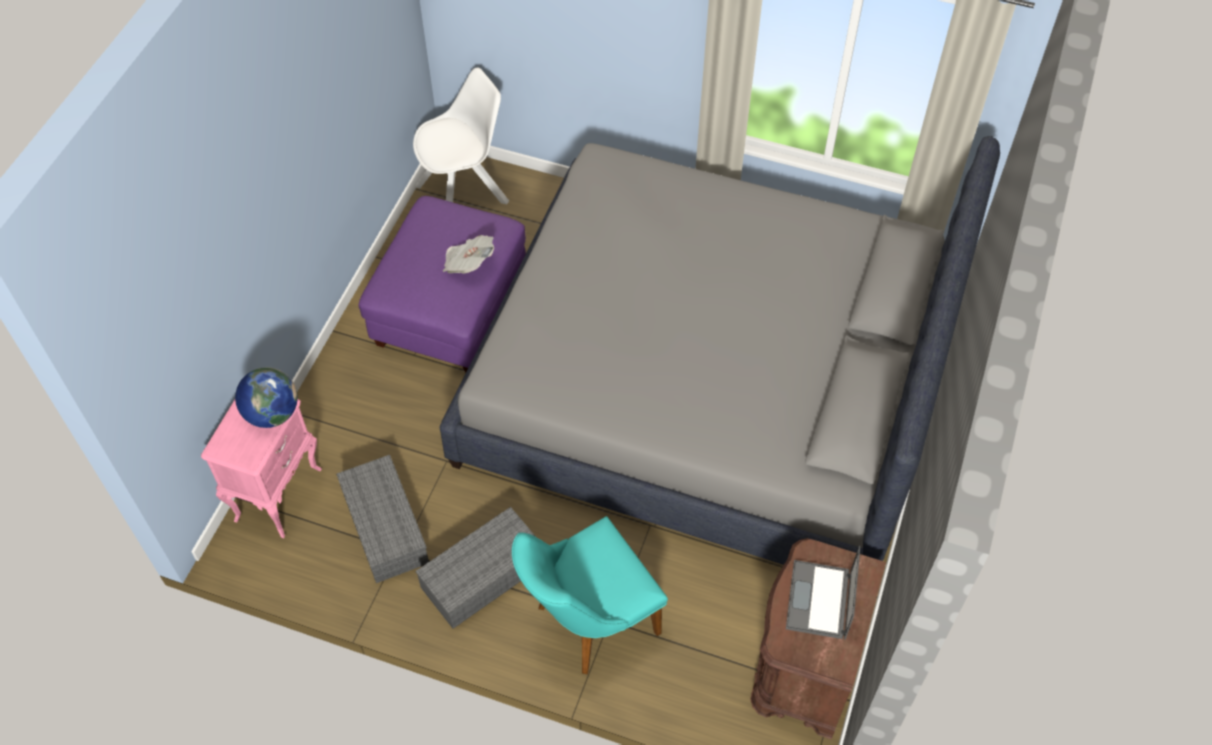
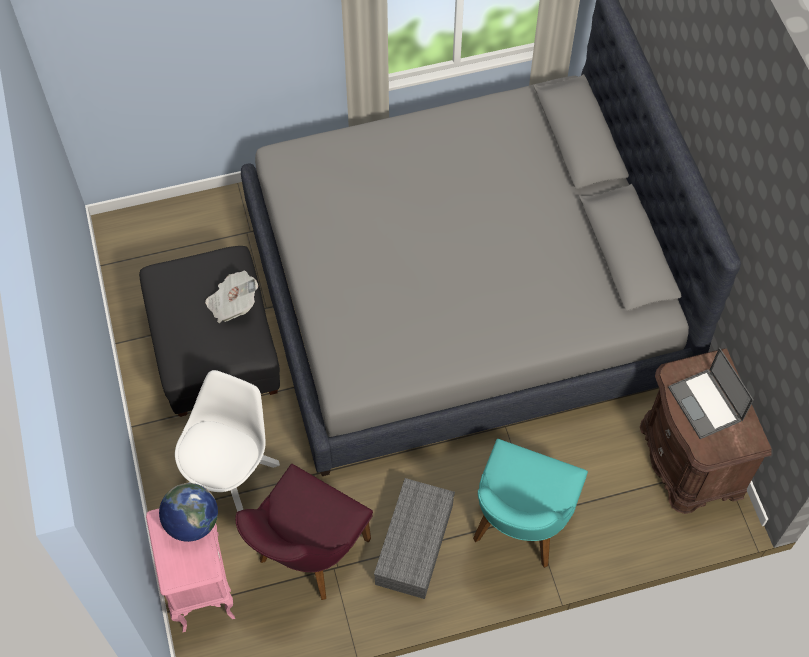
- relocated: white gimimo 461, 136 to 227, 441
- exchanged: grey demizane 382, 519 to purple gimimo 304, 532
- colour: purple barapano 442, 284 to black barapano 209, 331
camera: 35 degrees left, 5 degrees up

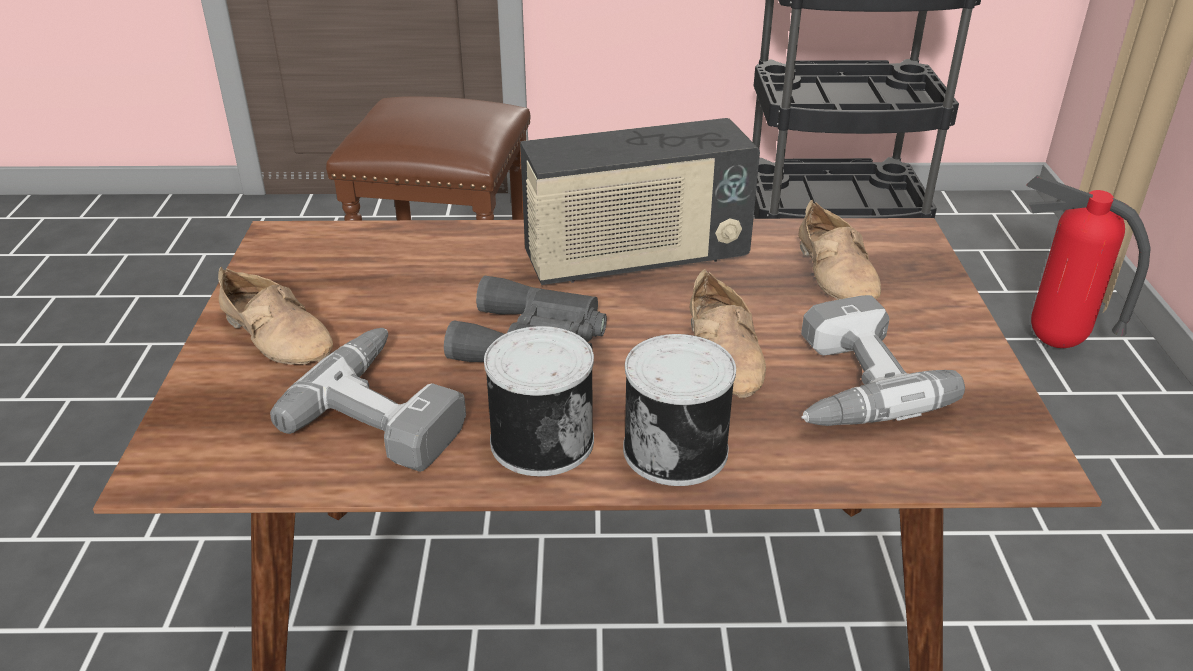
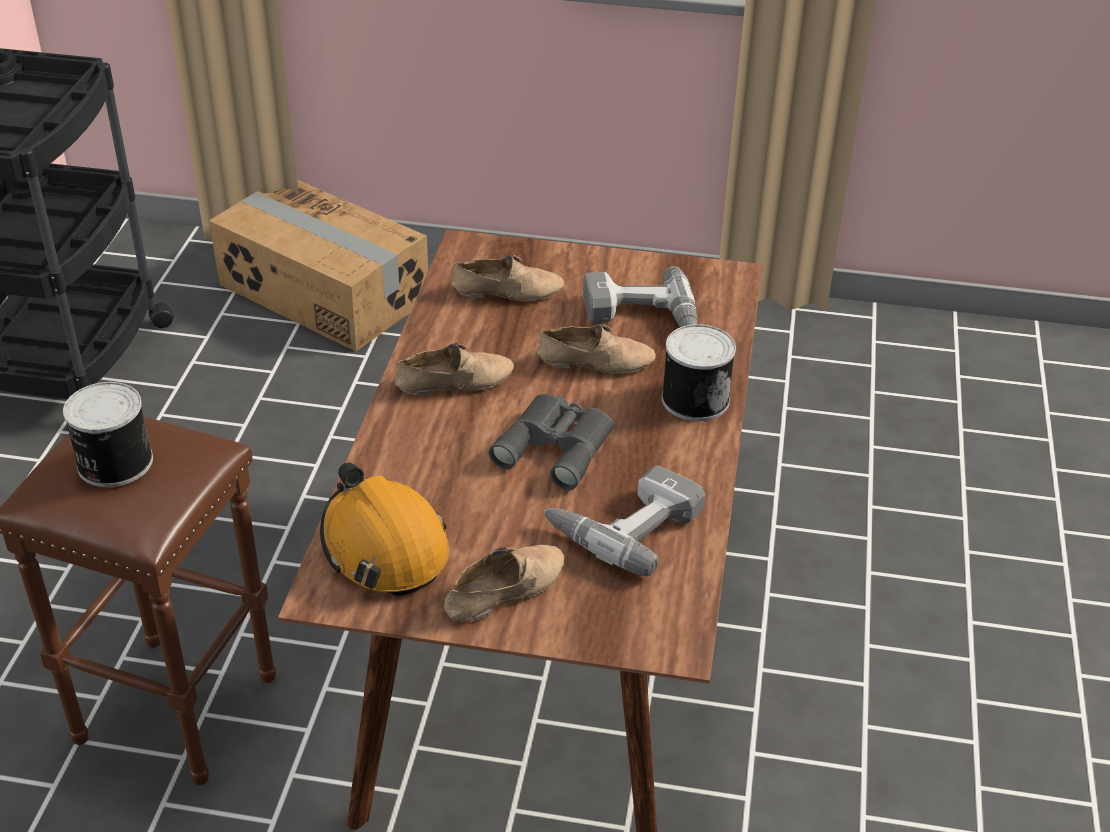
- appeared: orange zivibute 384, 529
- relocated: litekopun 539, 401 to 108, 434
- exchanged: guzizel 640, 201 to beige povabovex 454, 369
- exchanged: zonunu 1088, 261 to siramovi 318, 266
camera: 80 degrees left, 5 degrees up

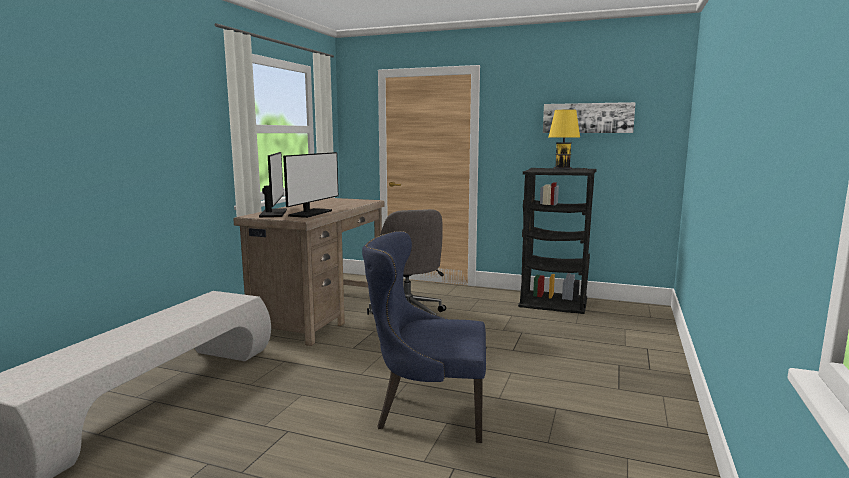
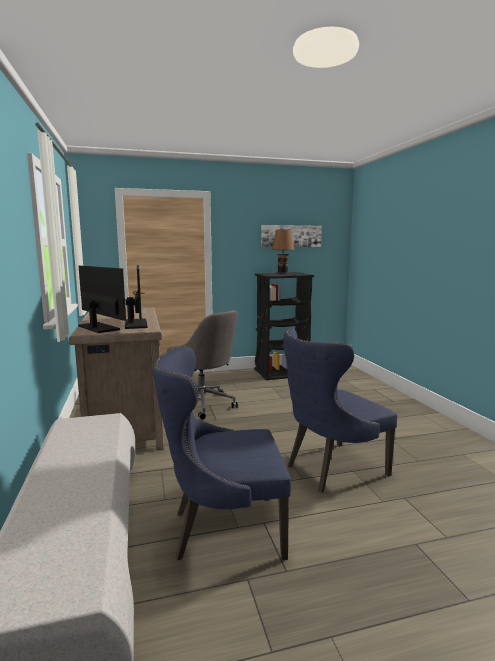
- appeared: blue gimimo 222, 453
- colour: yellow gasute 571, 140 to brown gasute 284, 251
camera: 35 degrees left, 0 degrees up

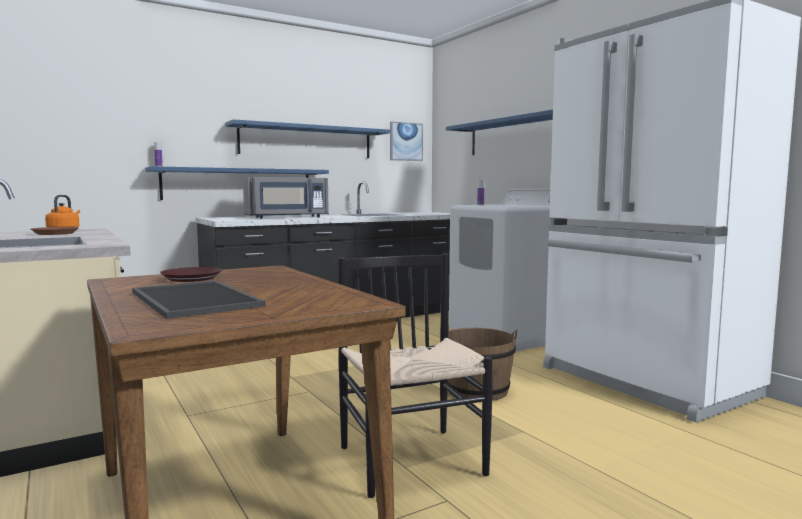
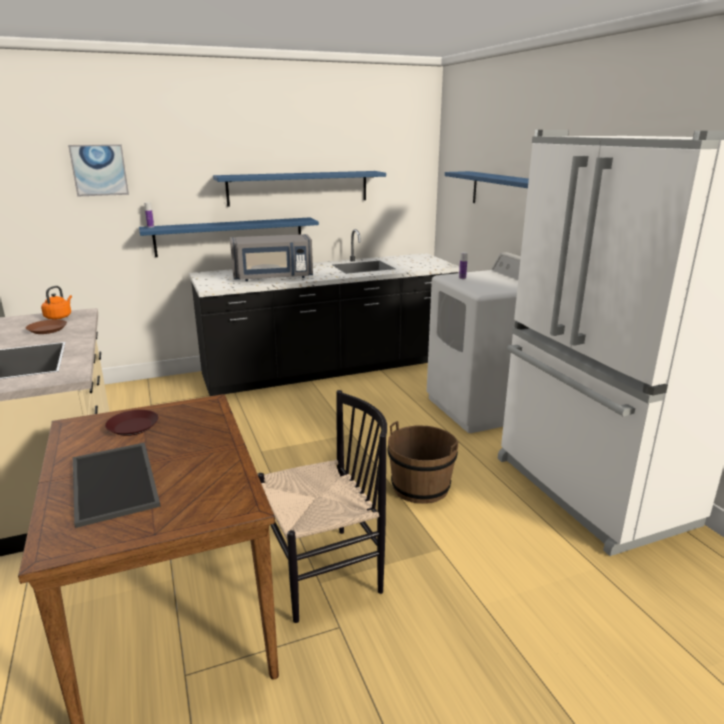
- relocated: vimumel 406, 141 to 98, 170
- spun: black gimimo 415, 375 = 322, 506 75 degrees clockwise
camera: 10 degrees right, 15 degrees up

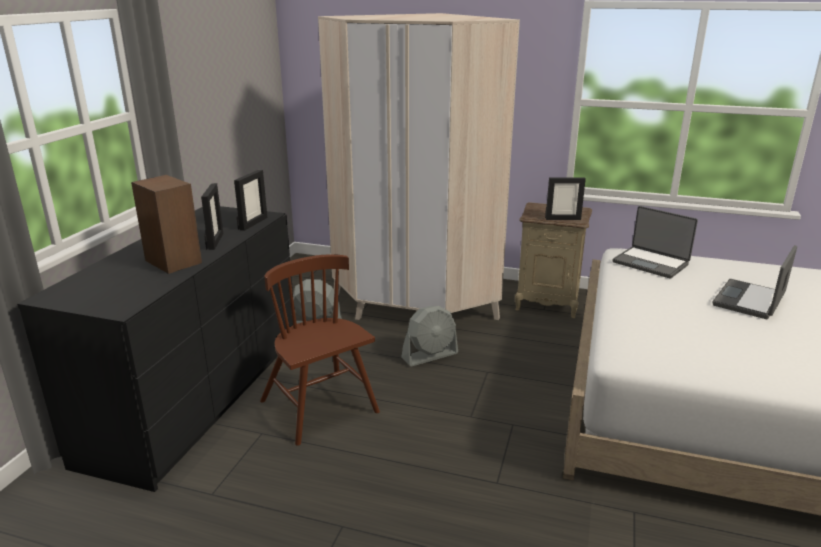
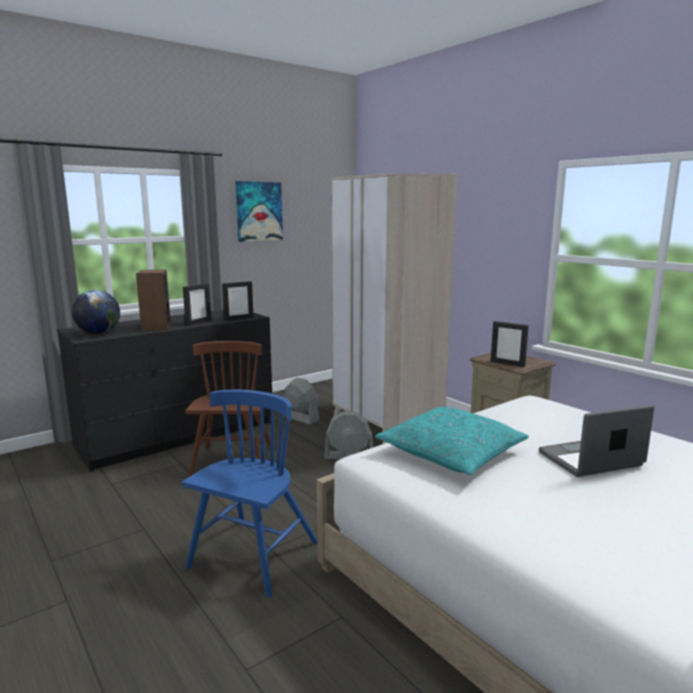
- missing: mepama 655, 242
- appeared: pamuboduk 96, 312
- appeared: blue gimimo 249, 493
- appeared: vimumel 259, 211
- appeared: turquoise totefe 452, 441
camera: 35 degrees right, 10 degrees down

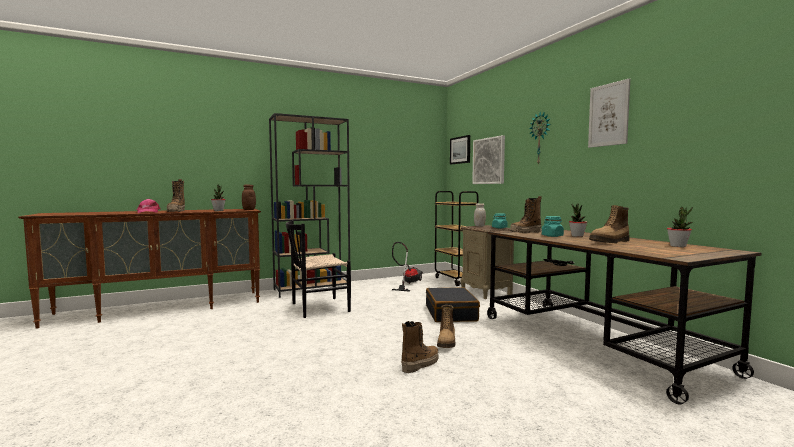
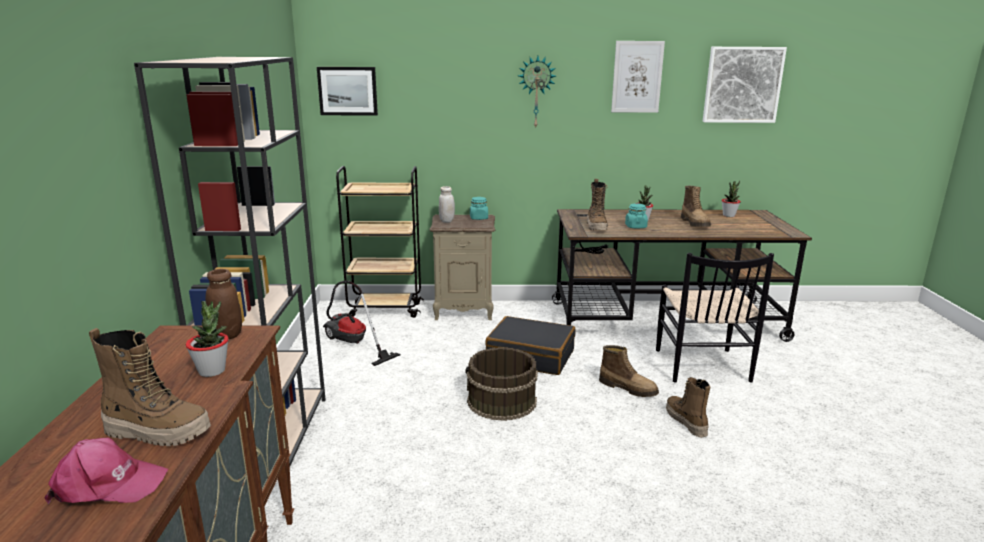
- appeared: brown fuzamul 502, 384
- relocated: black gimimo 318, 269 to 715, 317
- relocated: vimumel 488, 159 to 744, 85
camera: 65 degrees left, 15 degrees up

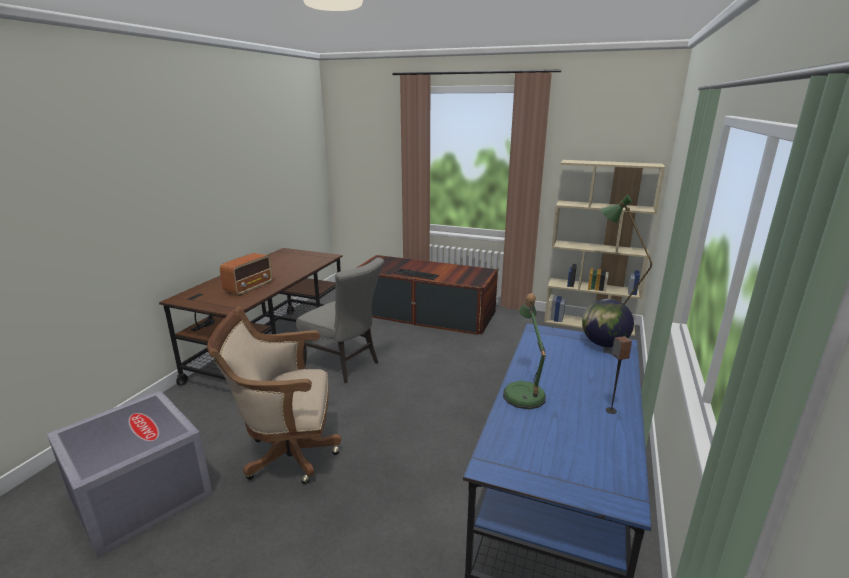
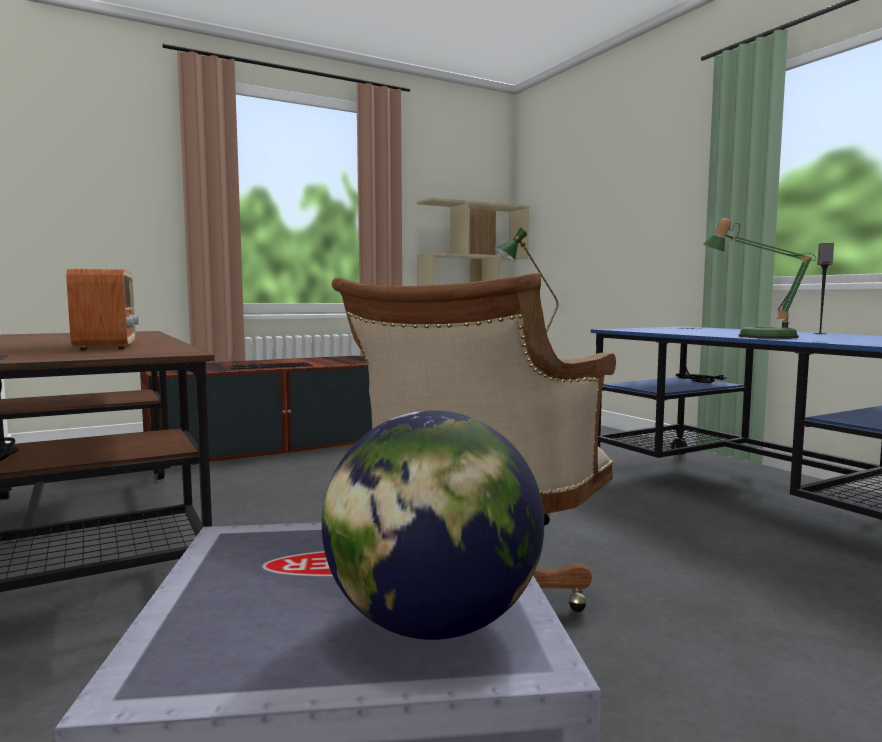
- missing: grey gimimo 340, 320
- relocated: pamuboduk 608, 323 to 433, 525
camera: 50 degrees left, 15 degrees down

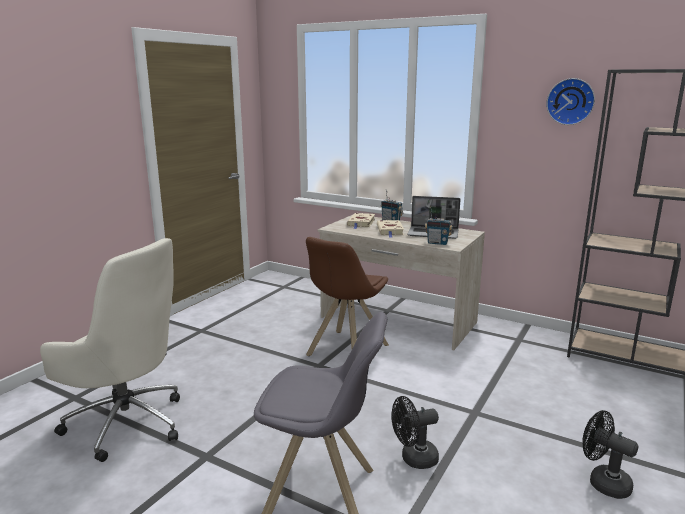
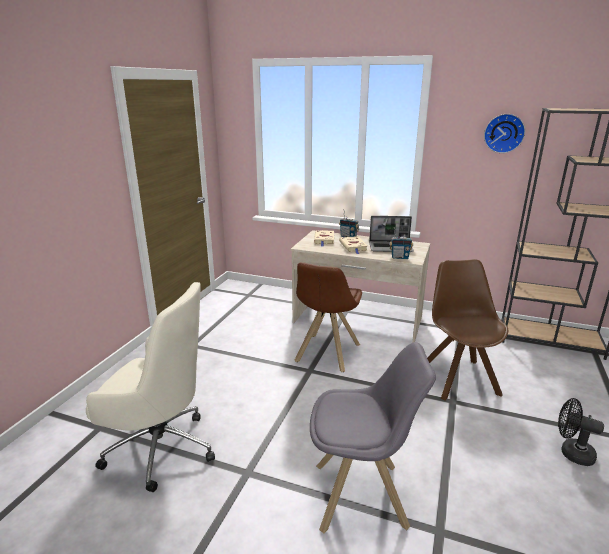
- missing: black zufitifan 415, 432
- appeared: brown gimimo 467, 329
camera: 10 degrees left, 5 degrees up

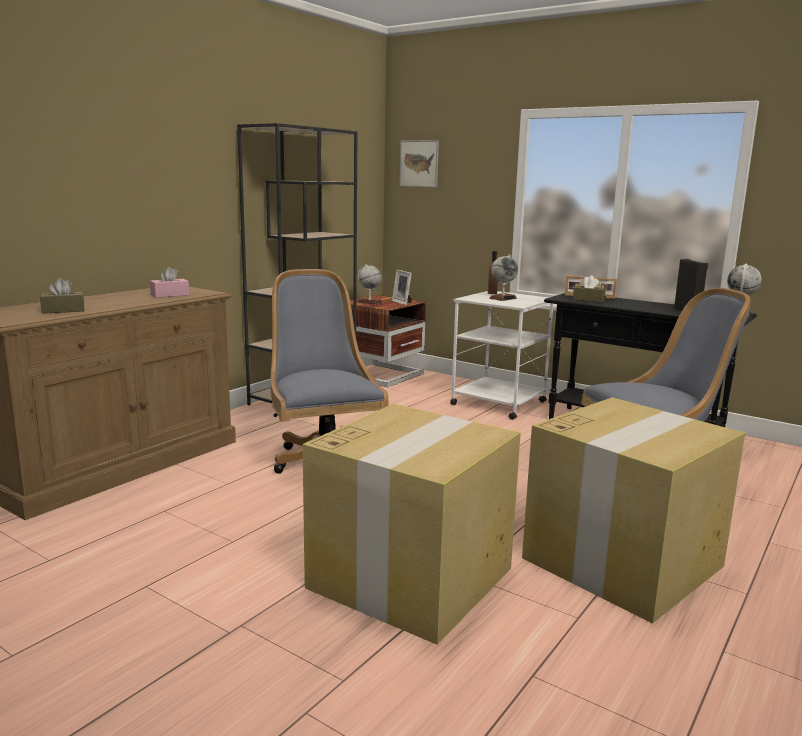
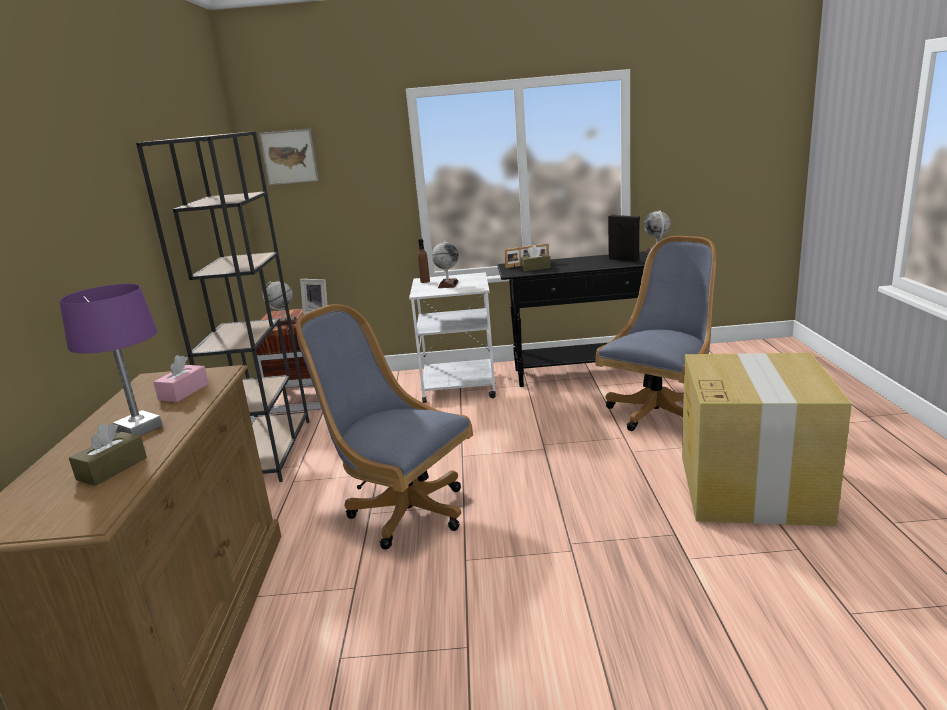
- missing: siramovi 412, 524
- appeared: purple gasute 110, 360
camera: 35 degrees left, 5 degrees up

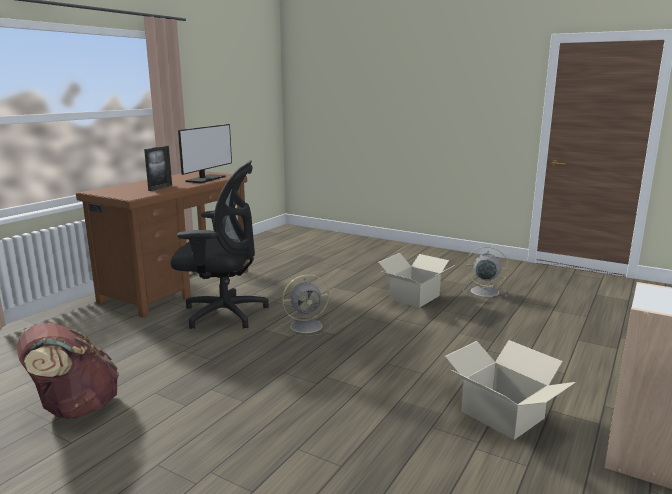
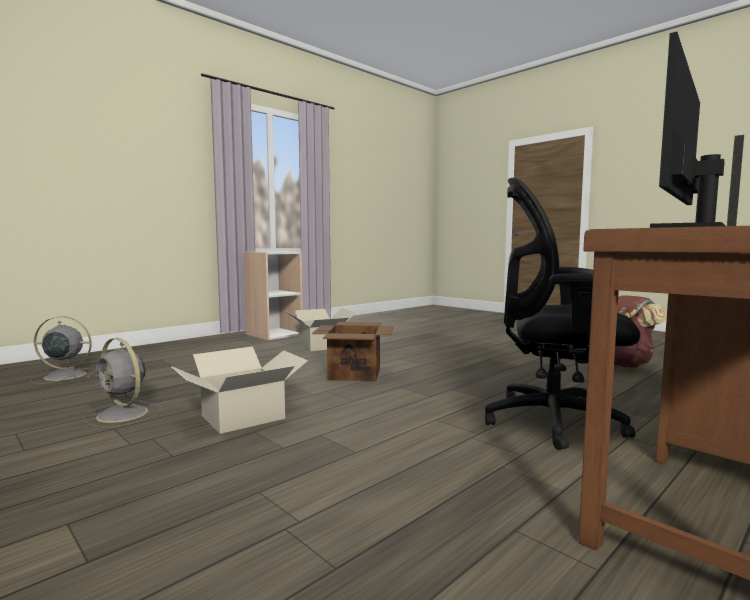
- appeared: siramovi 352, 351
- relocated: grey zufitifan 305, 305 to 63, 350
camera: 165 degrees left, 10 degrees down

